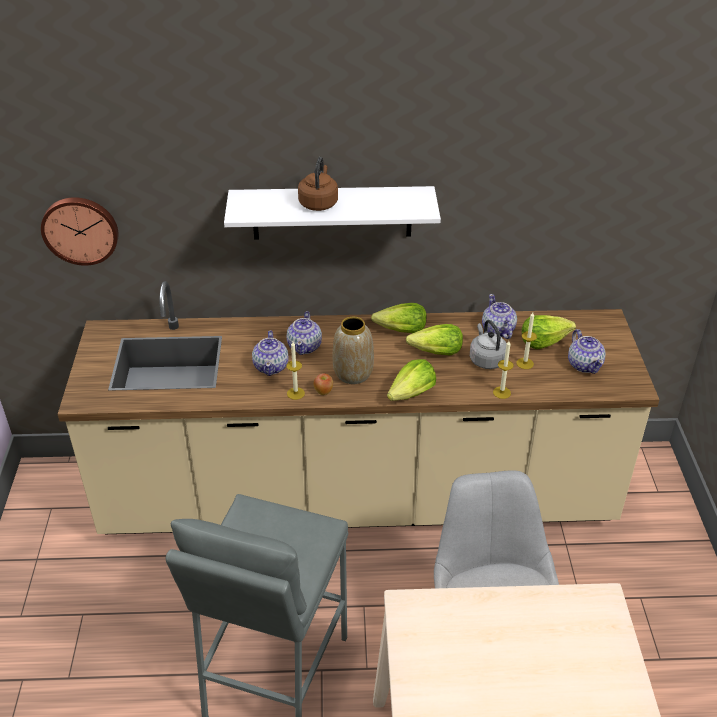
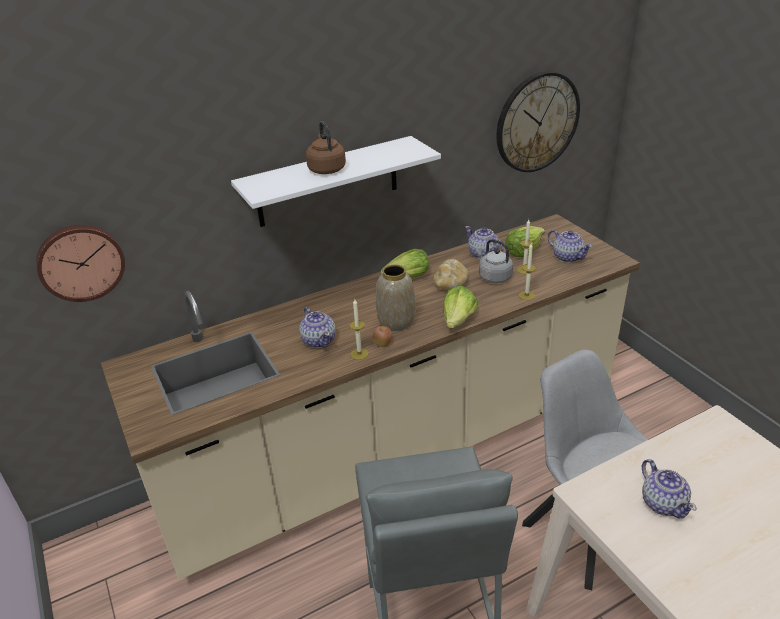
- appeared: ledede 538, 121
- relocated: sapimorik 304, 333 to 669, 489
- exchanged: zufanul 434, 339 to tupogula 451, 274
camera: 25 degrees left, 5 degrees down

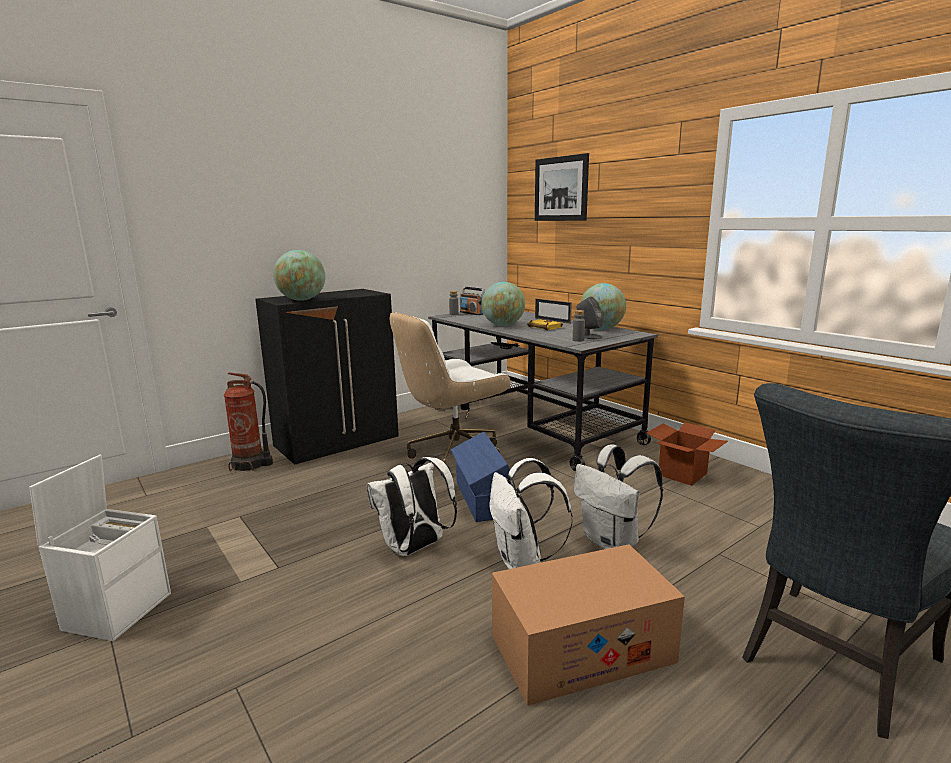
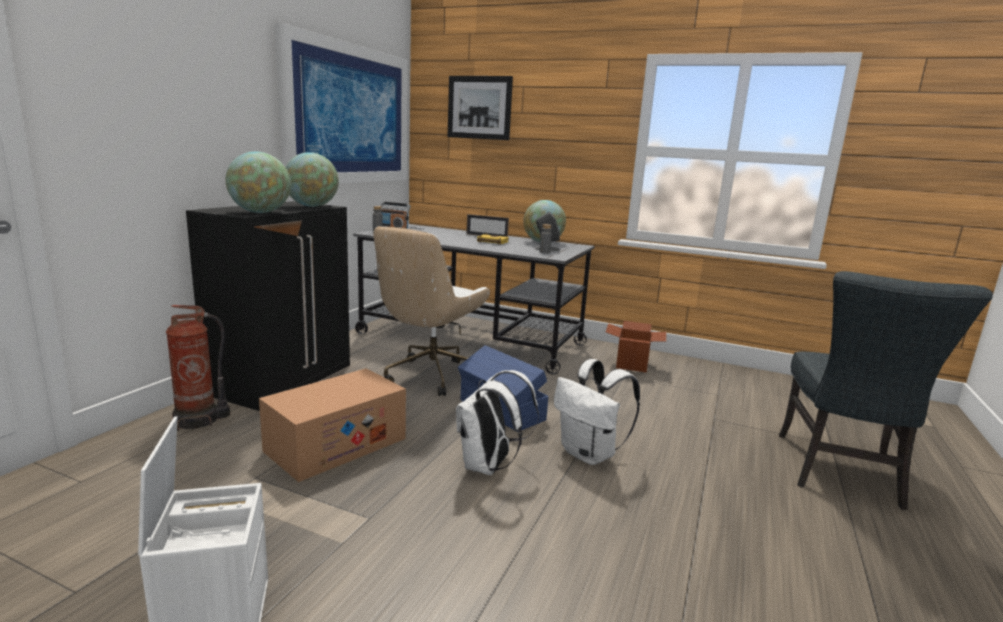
- missing: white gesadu 618, 497
- appeared: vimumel 341, 103
- relocated: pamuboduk 503, 304 to 312, 179
- relocated: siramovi 588, 625 to 332, 425
camera: 30 degrees left, 0 degrees up

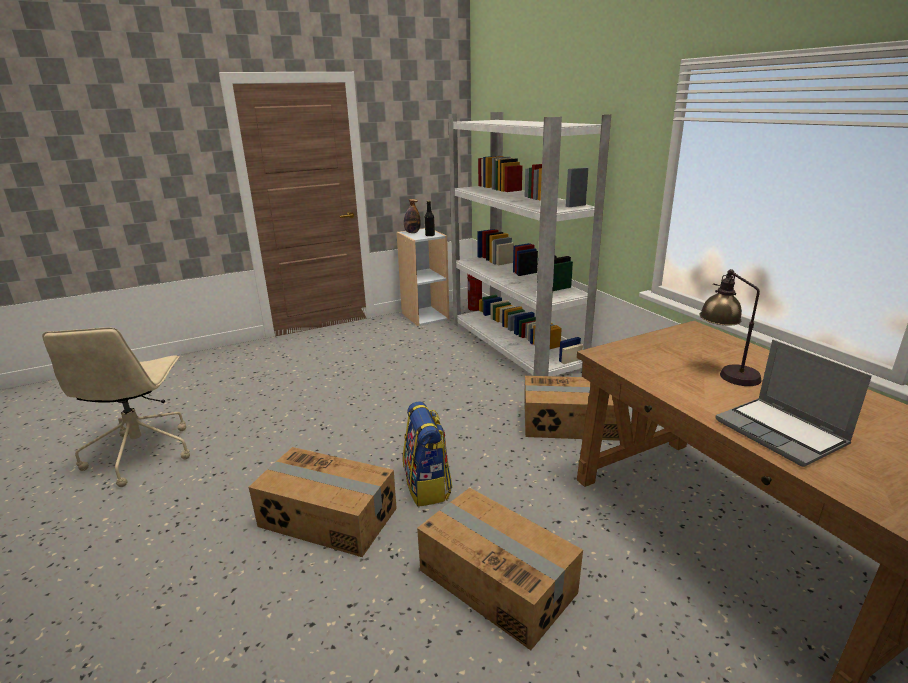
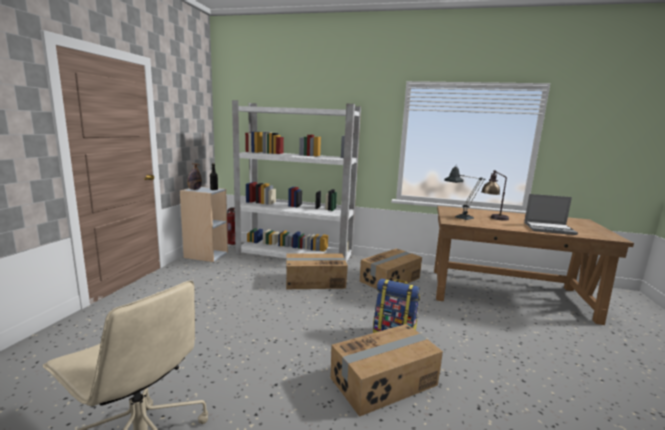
- appeared: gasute 465, 193
- relocated: siramovi 500, 569 to 317, 271
camera: 50 degrees left, 10 degrees down

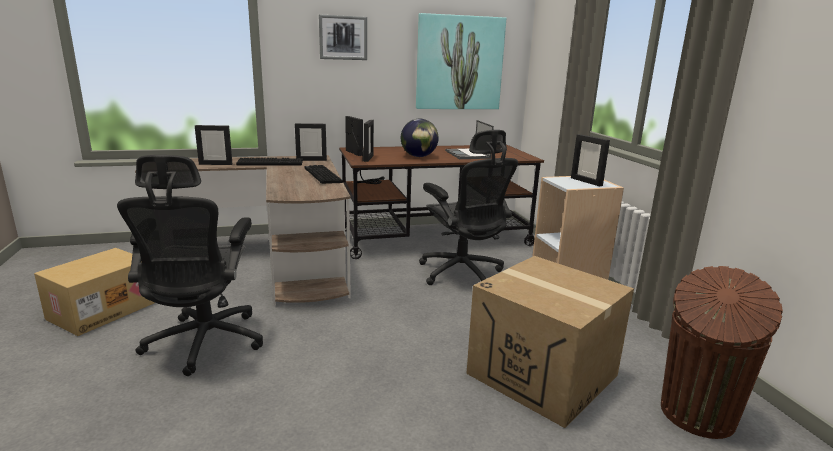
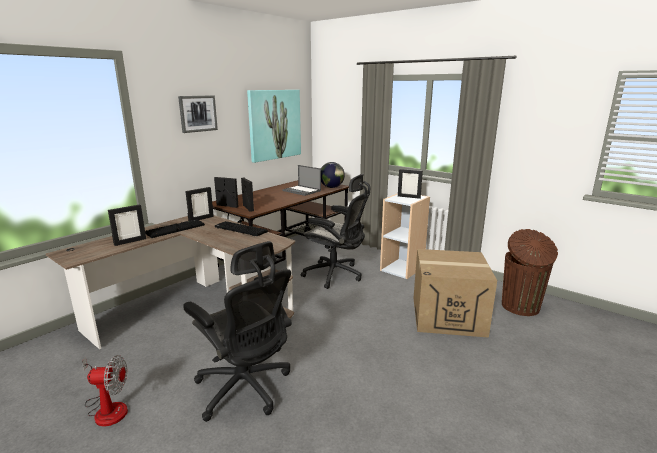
- relocated: pamuboduk 420, 138 to 333, 175
- exchanged: siramovi 94, 292 to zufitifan 105, 391
camera: 35 degrees left, 0 degrees up

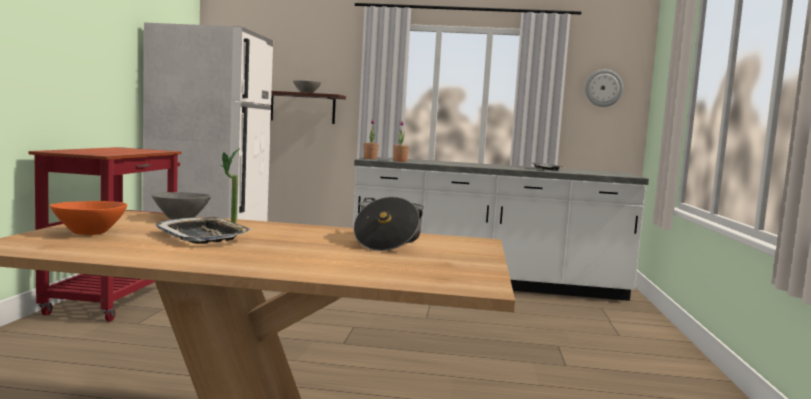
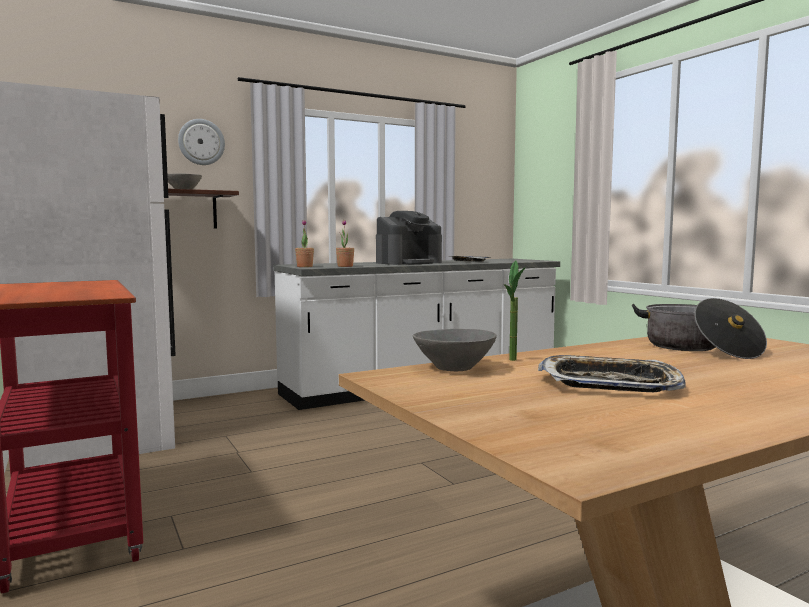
- missing: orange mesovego 88, 218
- appeared: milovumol 409, 238
- relocated: ledede 604, 88 to 201, 142
camera: 35 degrees left, 0 degrees up

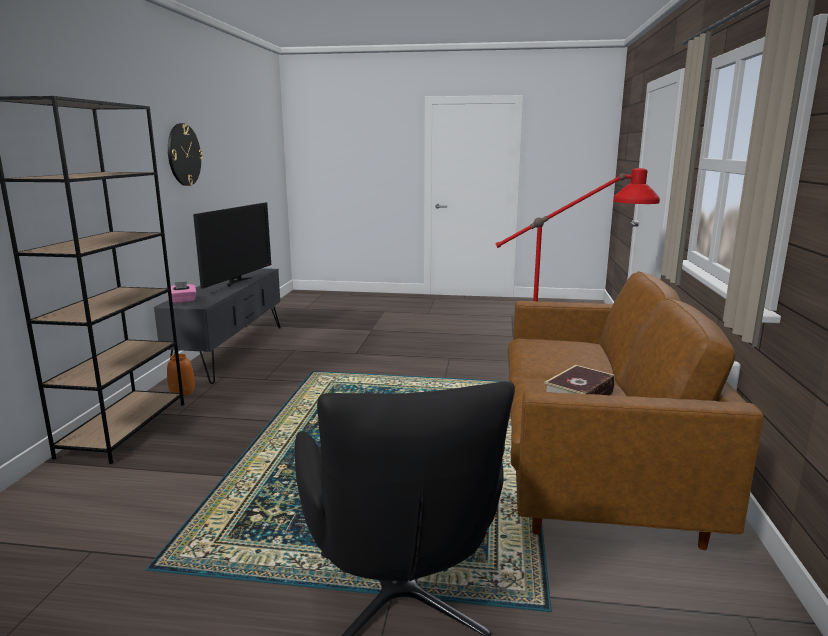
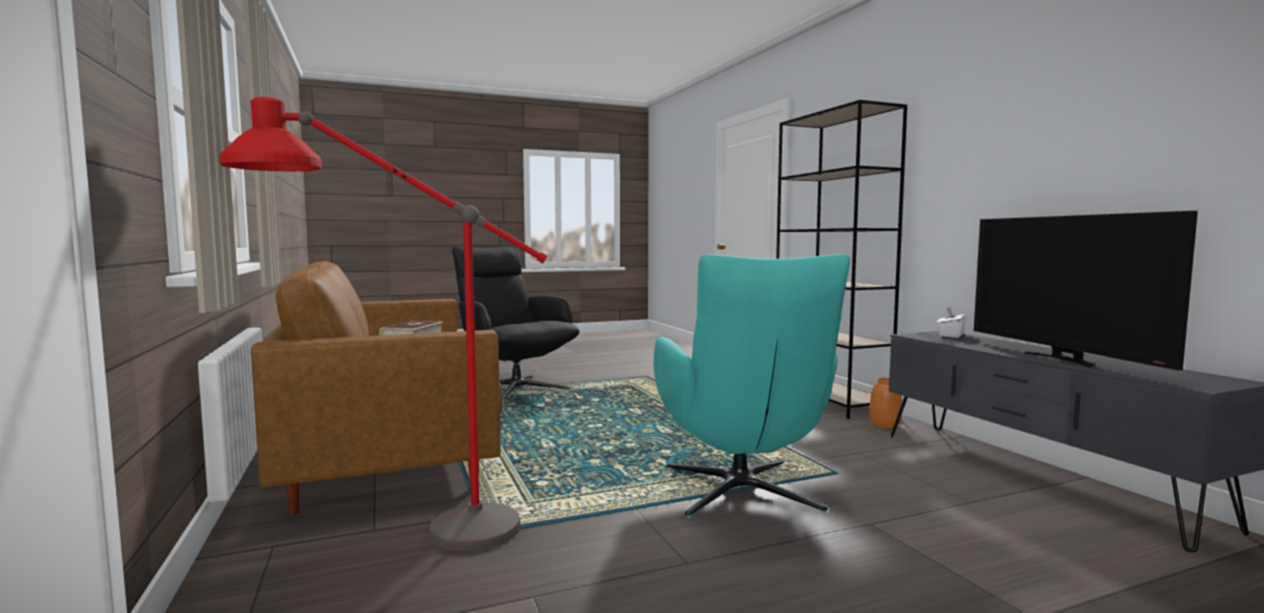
- missing: ledede 185, 154
- appeared: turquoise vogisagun 752, 386
- colour: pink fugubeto 181, 292 to white fugubeto 952, 322
camera: 150 degrees right, 10 degrees down

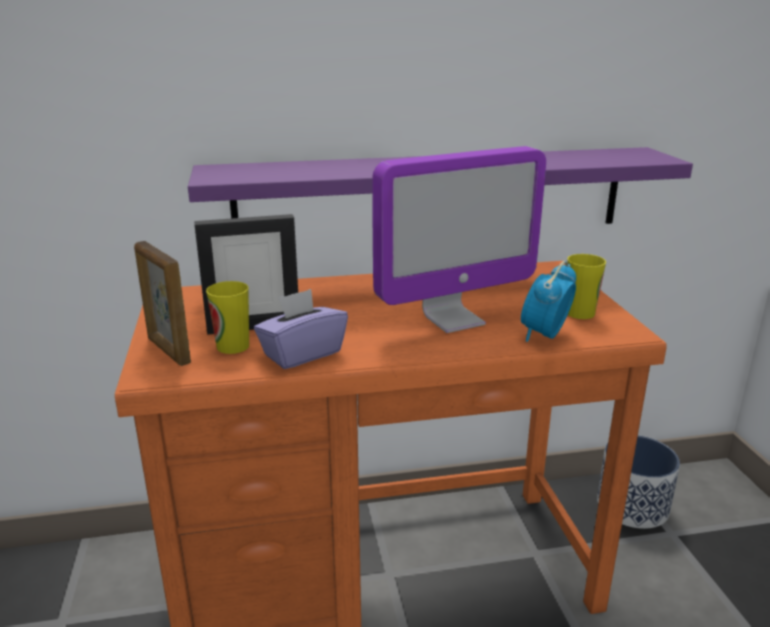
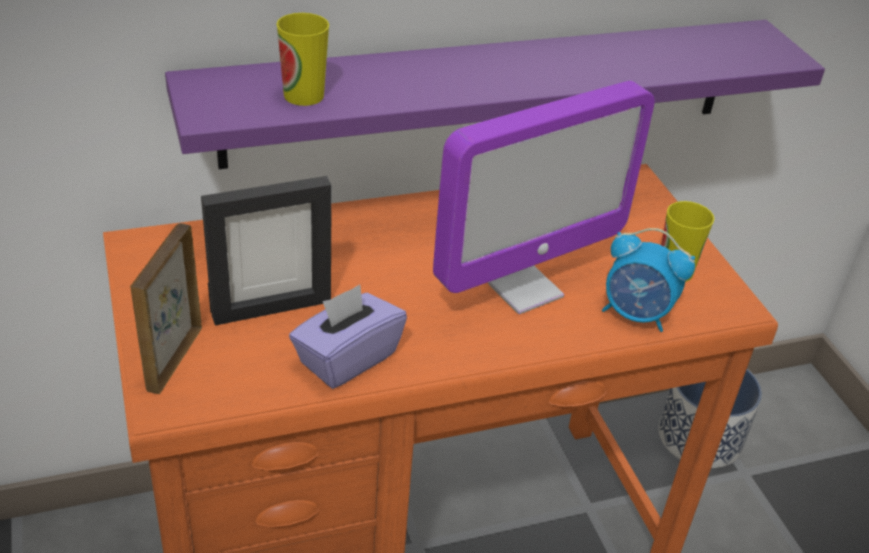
- relocated: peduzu 227, 317 to 303, 59
- spun: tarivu 162, 303 = 166, 308 60 degrees clockwise
- spun: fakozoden 548, 301 = 648, 280 90 degrees counterclockwise
camera: 10 degrees left, 15 degrees up

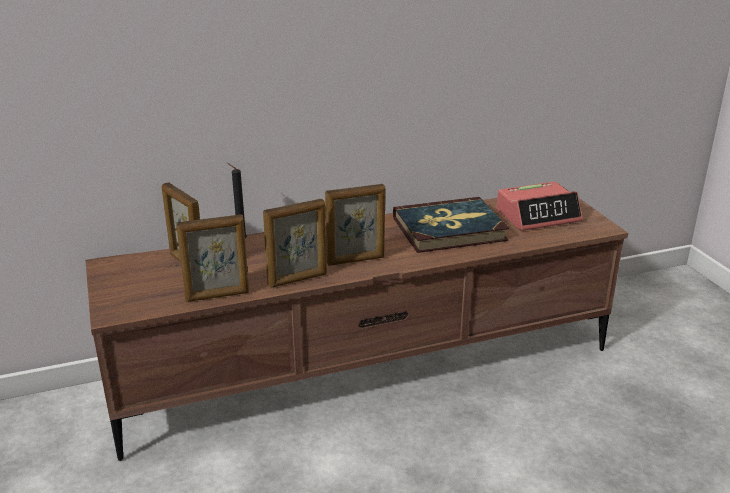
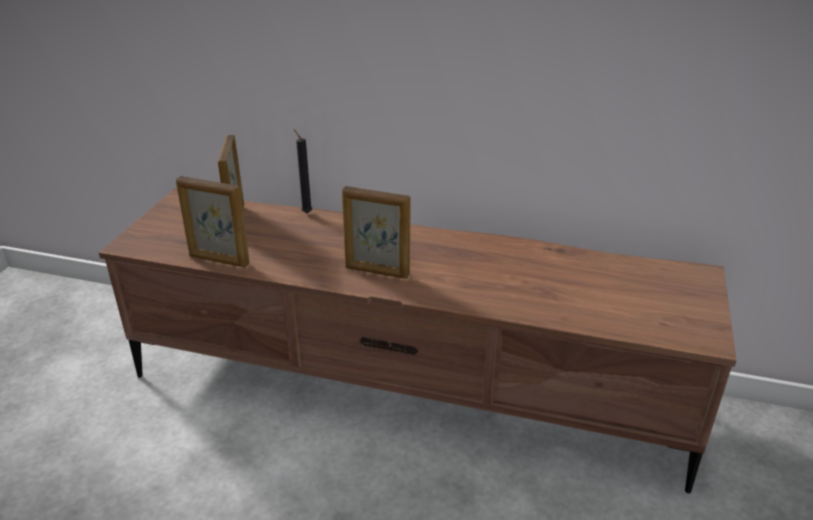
- missing: tarivu 295, 243
- missing: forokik 451, 225
- missing: fakozoden 539, 206
camera: 35 degrees right, 5 degrees up

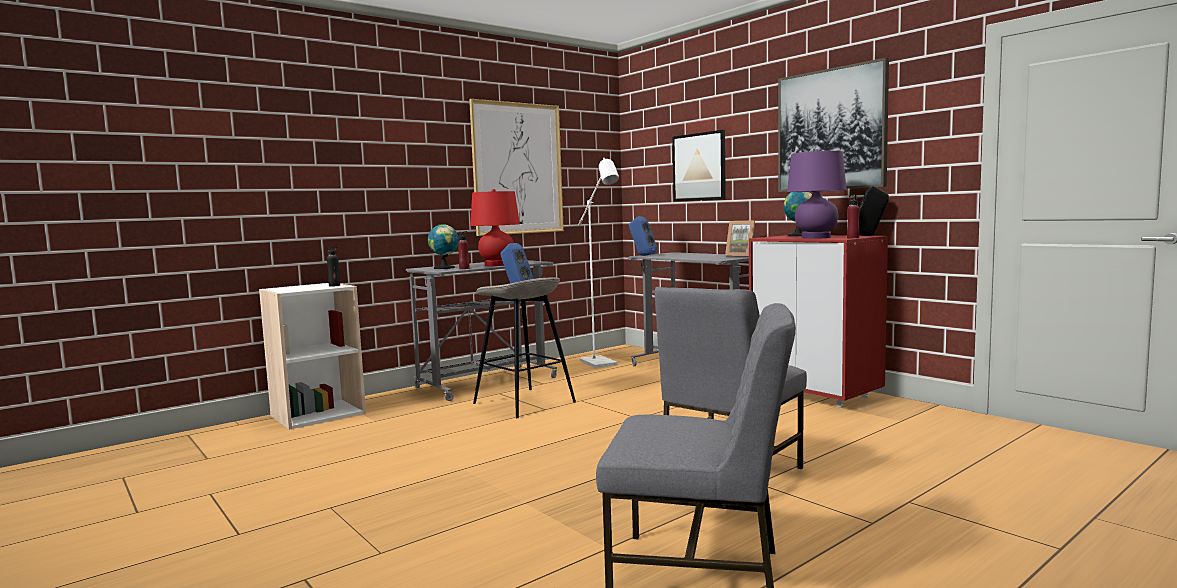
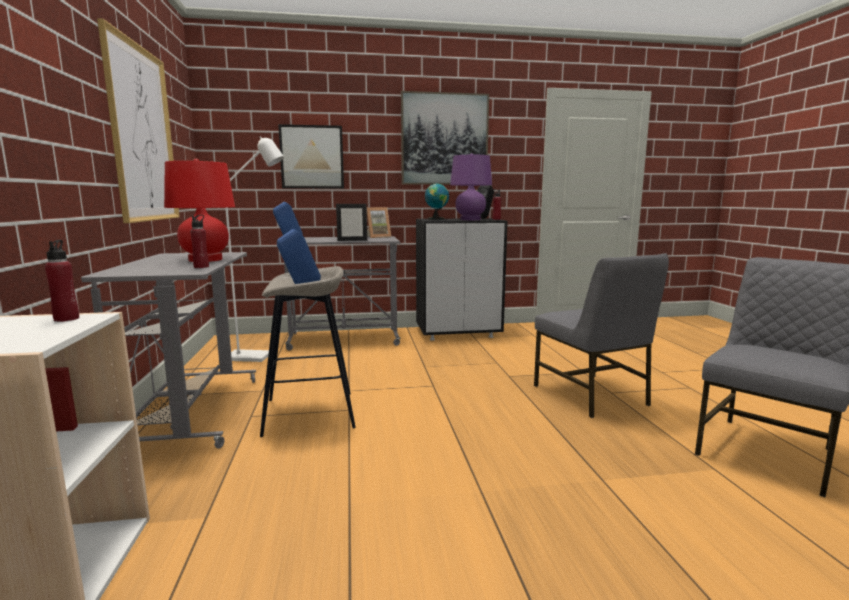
- missing: pamuboduk 443, 246
- appeared: tarivu 351, 222
- colour: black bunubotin 333, 266 to red bunubotin 62, 281
- colour: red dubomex 818, 321 to black dubomex 462, 279
camera: 60 degrees left, 5 degrees up

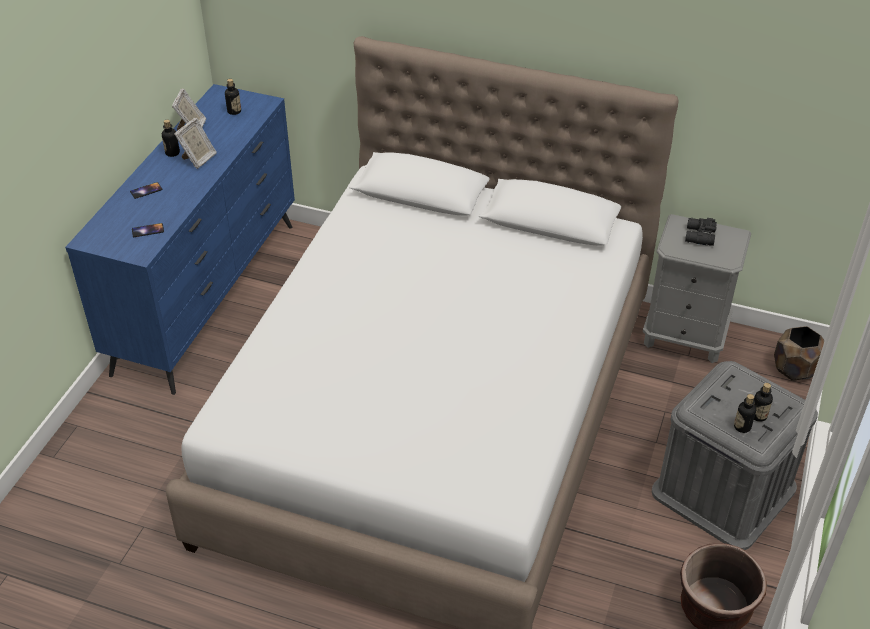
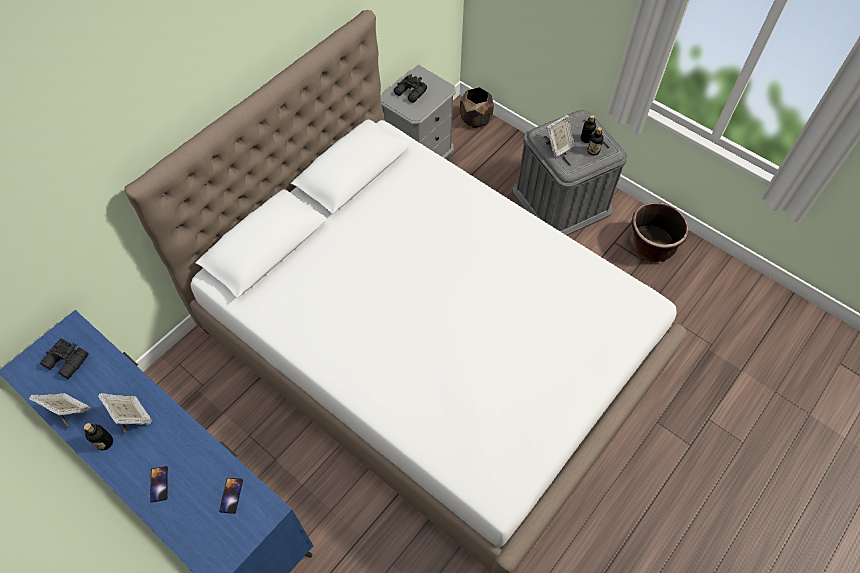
- appeared: tarivu 560, 136
- exchanged: bunubotin 233, 97 to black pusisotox 64, 359
camera: 70 degrees left, 15 degrees up

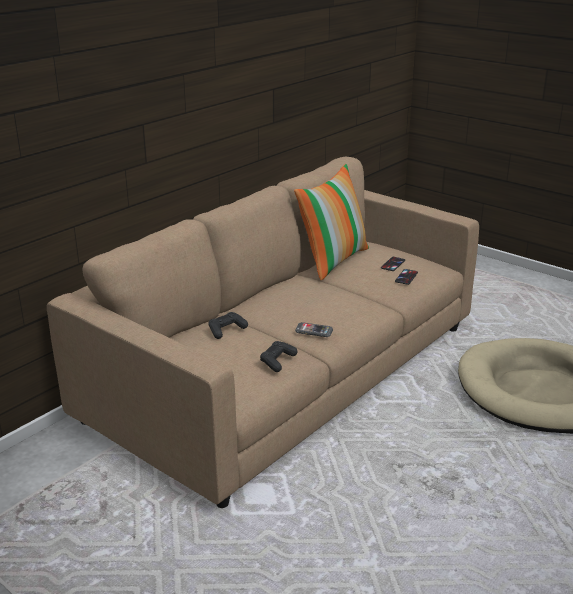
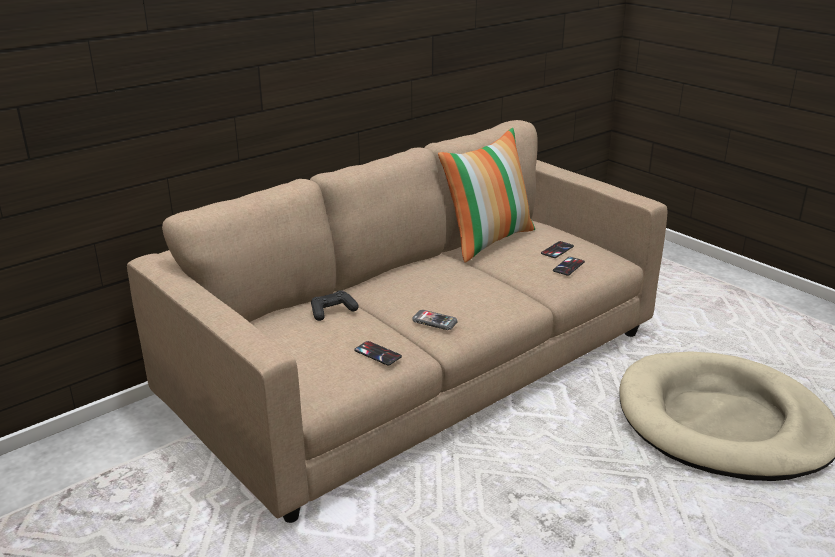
- exchanged: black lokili 279, 356 to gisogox 378, 353
camera: 10 degrees right, 0 degrees up

